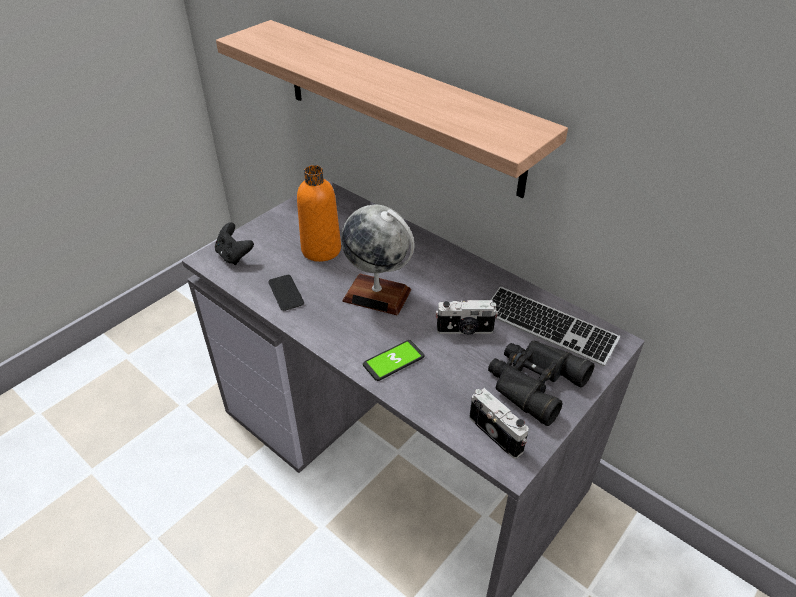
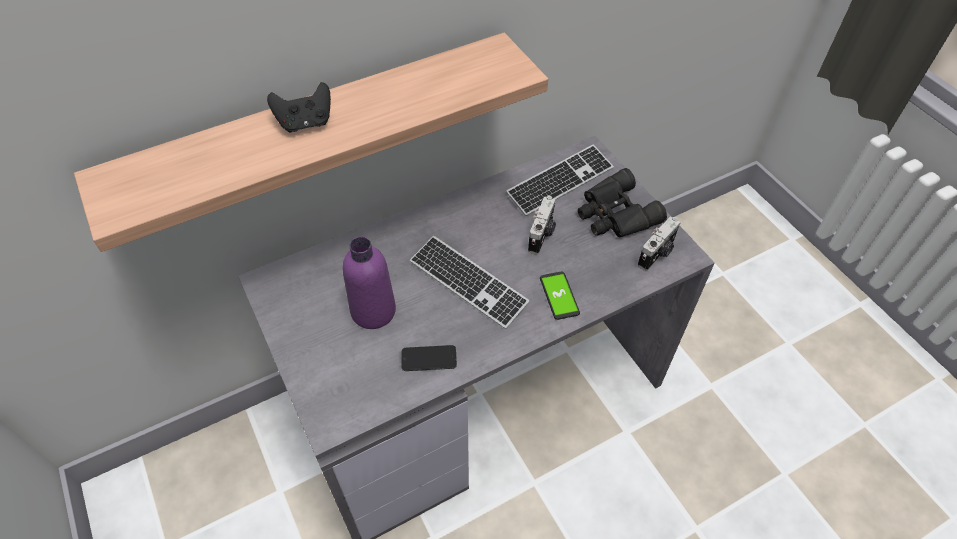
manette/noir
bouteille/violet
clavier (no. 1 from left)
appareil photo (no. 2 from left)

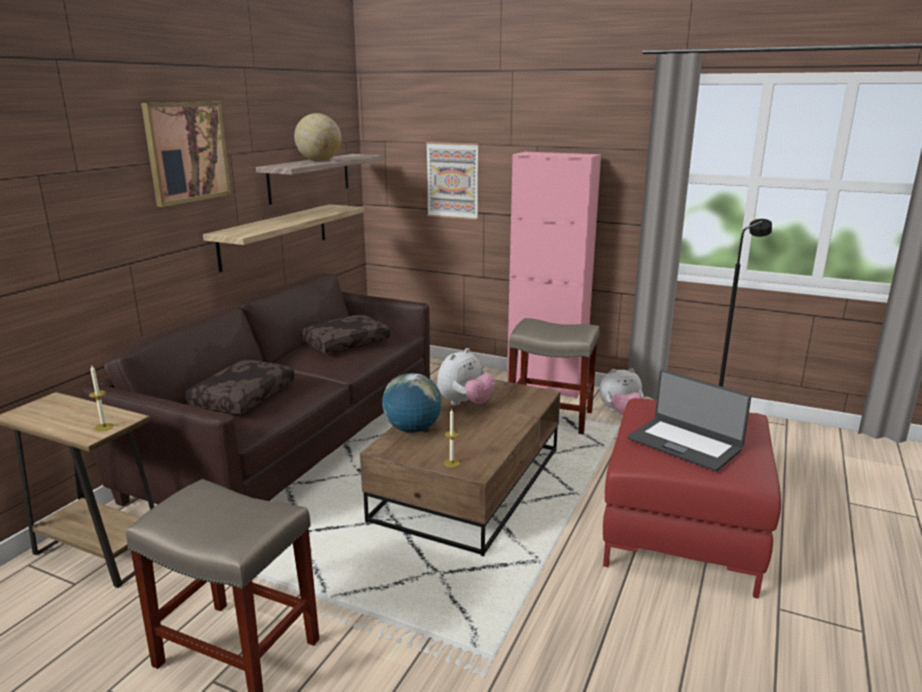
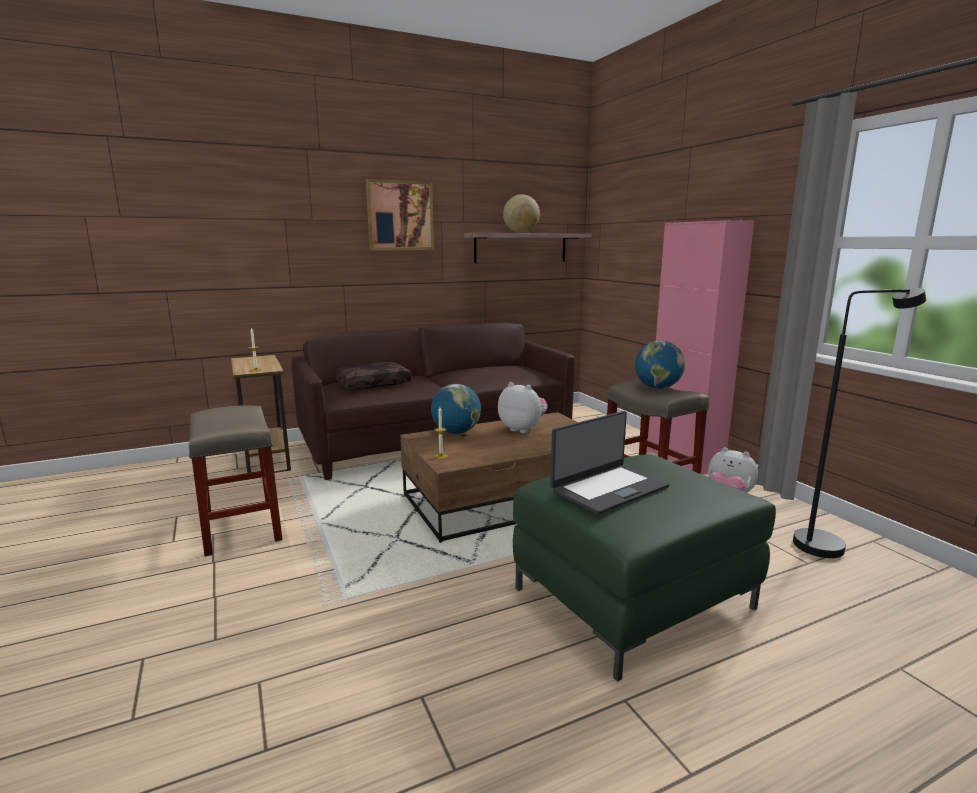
étagère (no. 1 from left in the first image)
coussin/marron (no. 2 from left in the first image)
tableau (no. 2 from left in the first image)
peluche (no. 1 from left)
pouf/vert
ordinateur portable
globe (no. 3 from left)

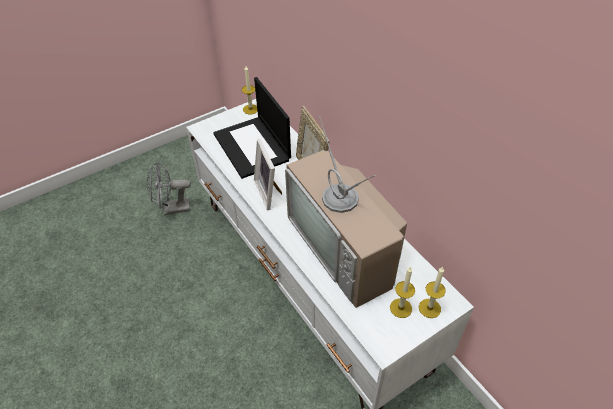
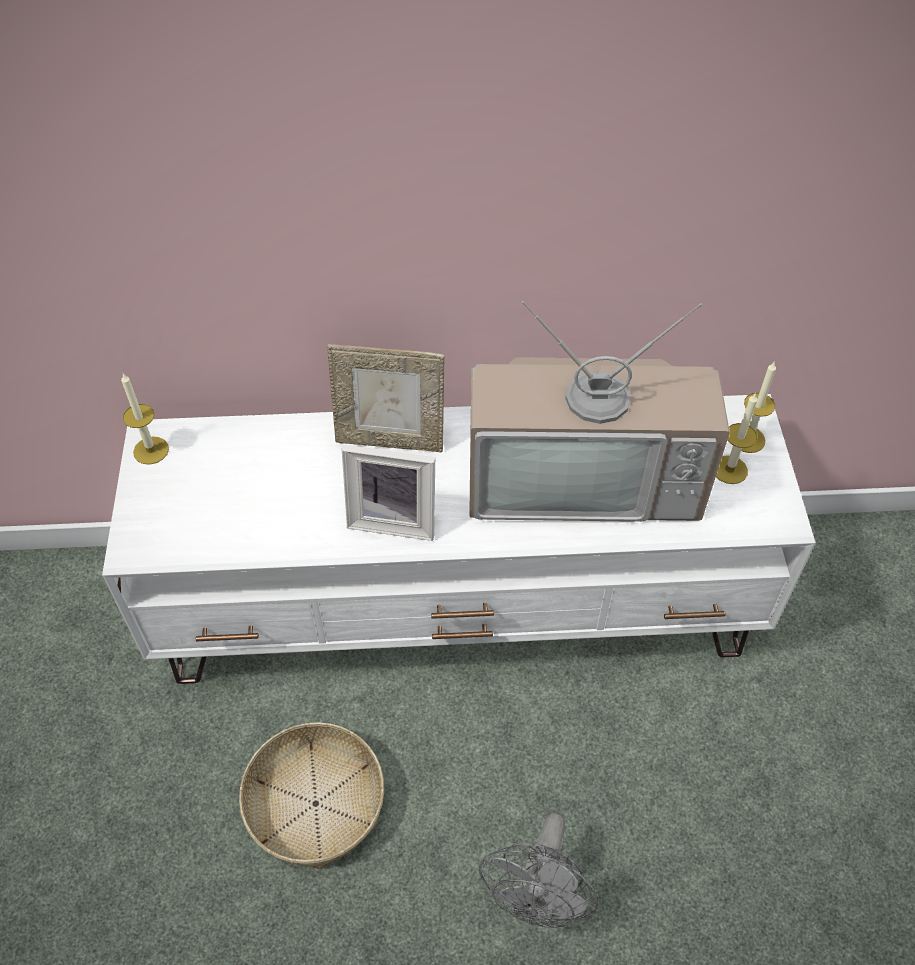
ventilateur/gris
ordinateur portable
panier

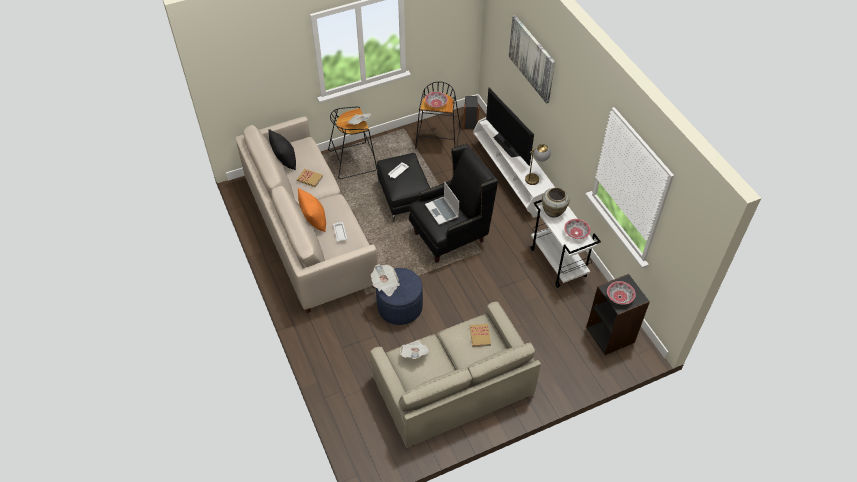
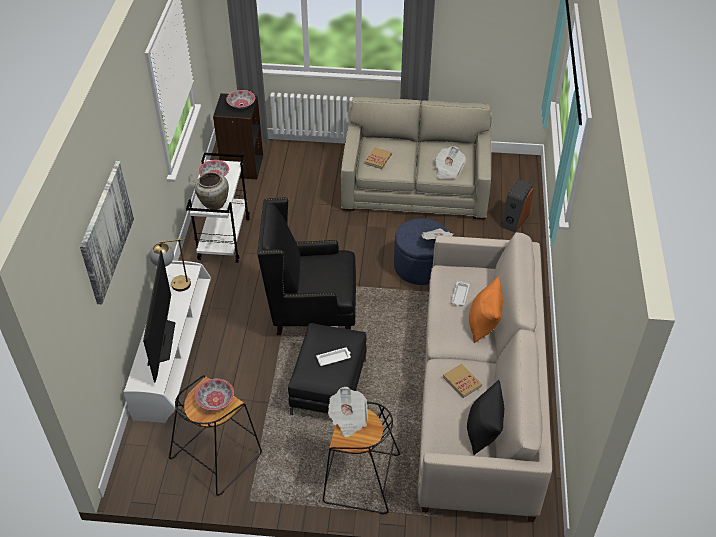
ordinateur portable
enceinte

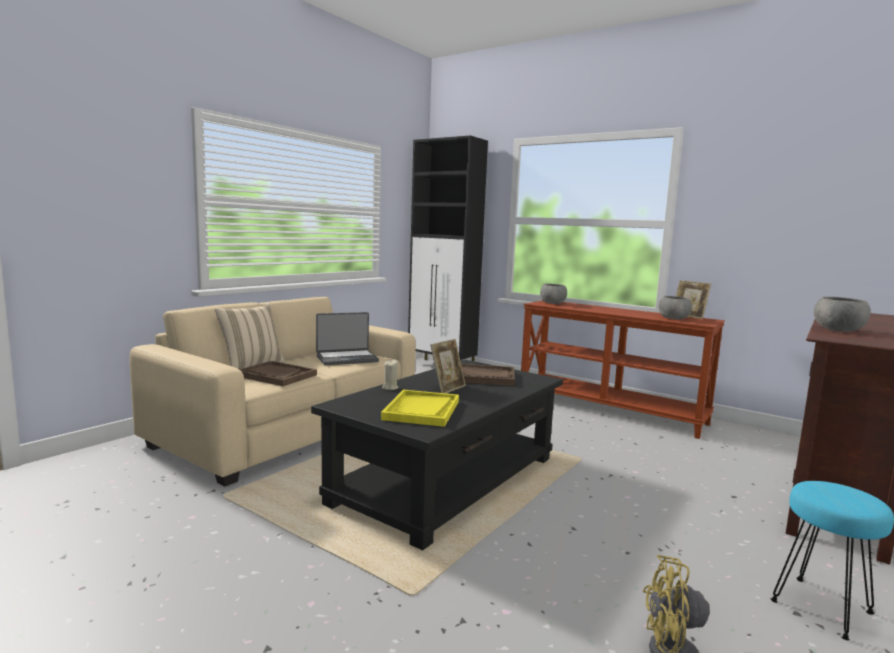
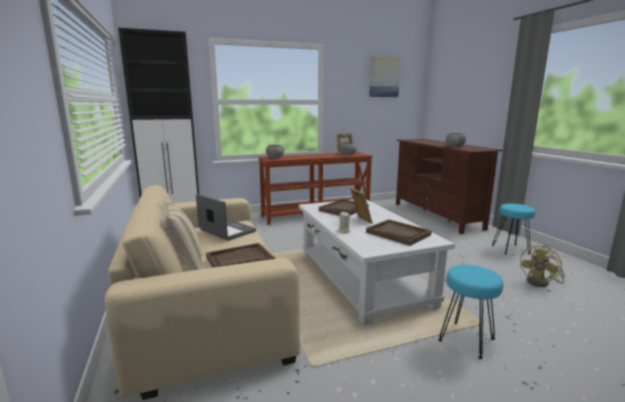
table basse/blanc
ordinateur portable
plateau/marron (no. 3 from left)
tableau
tabouret/turquoise (no. 1 from left)

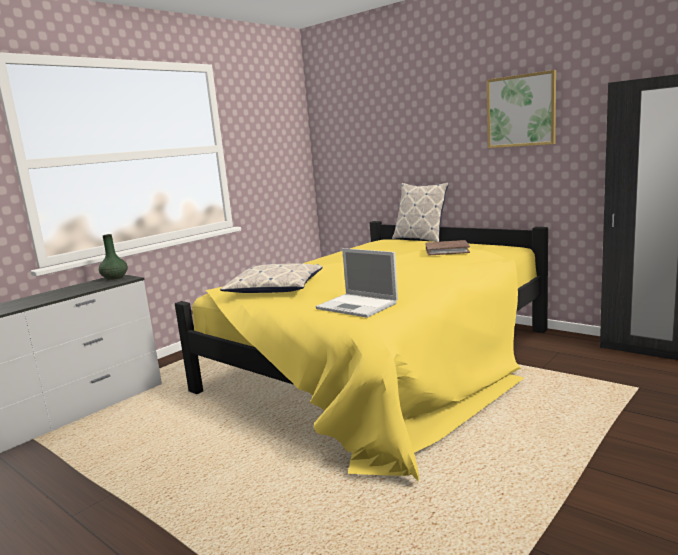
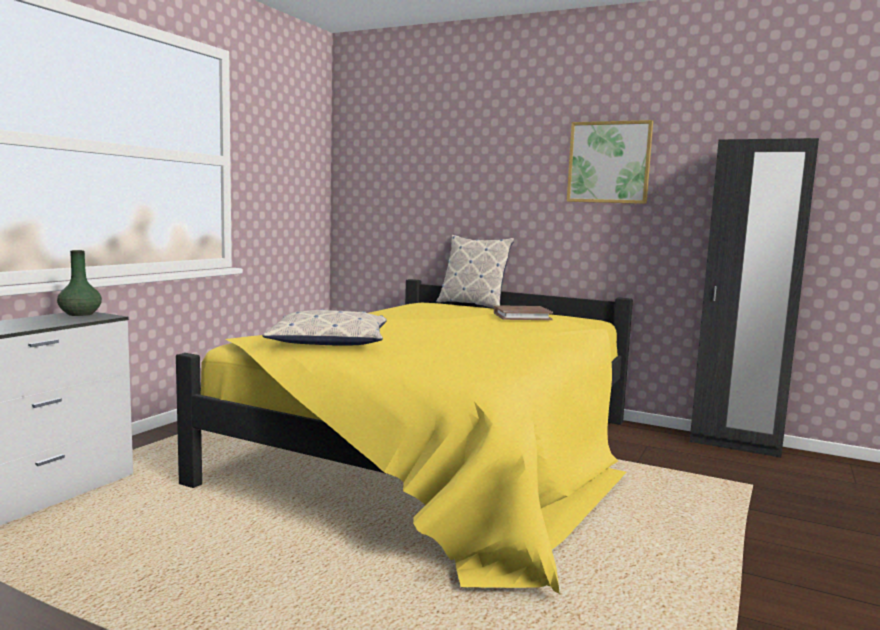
ordinateur portable

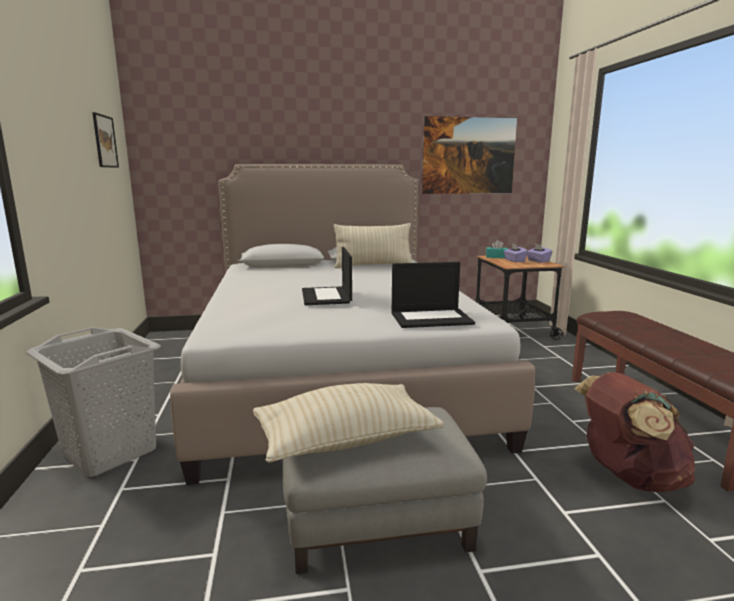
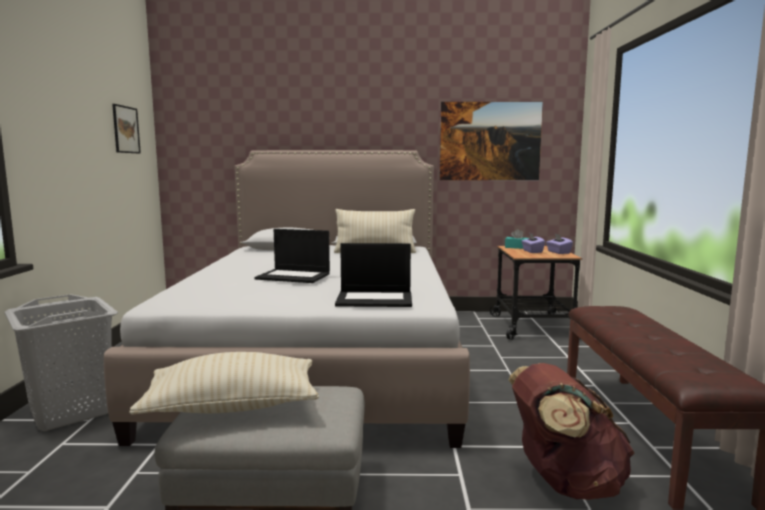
ordinateur portable (no. 1 from left)

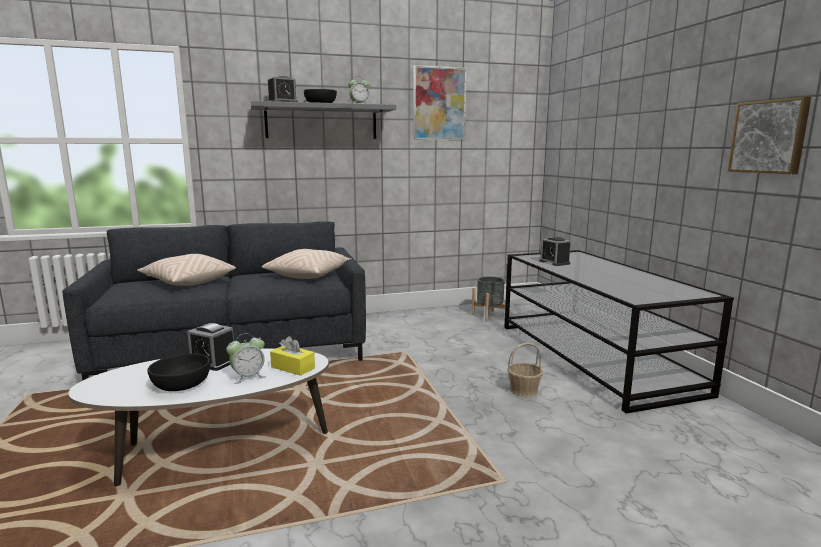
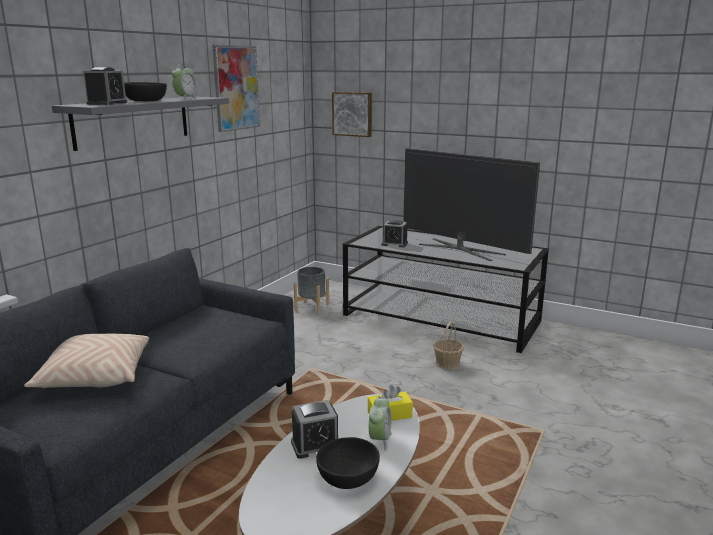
coussin/beige (no. 2 from left in the first image)
tableau (no. 2 from left)
téléviseur

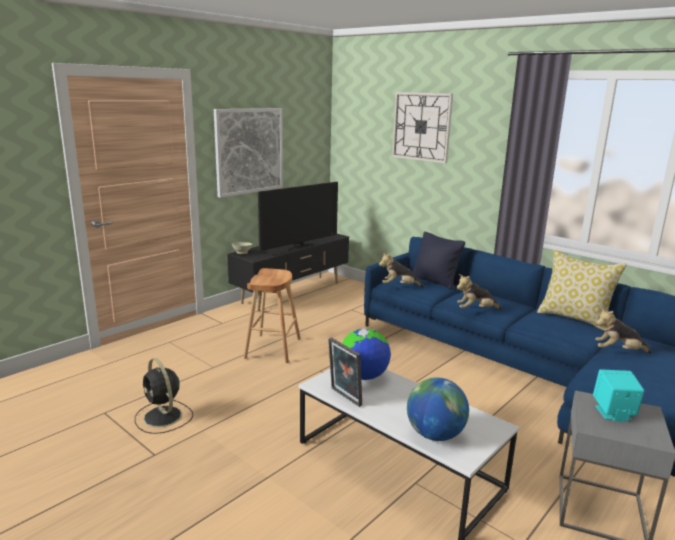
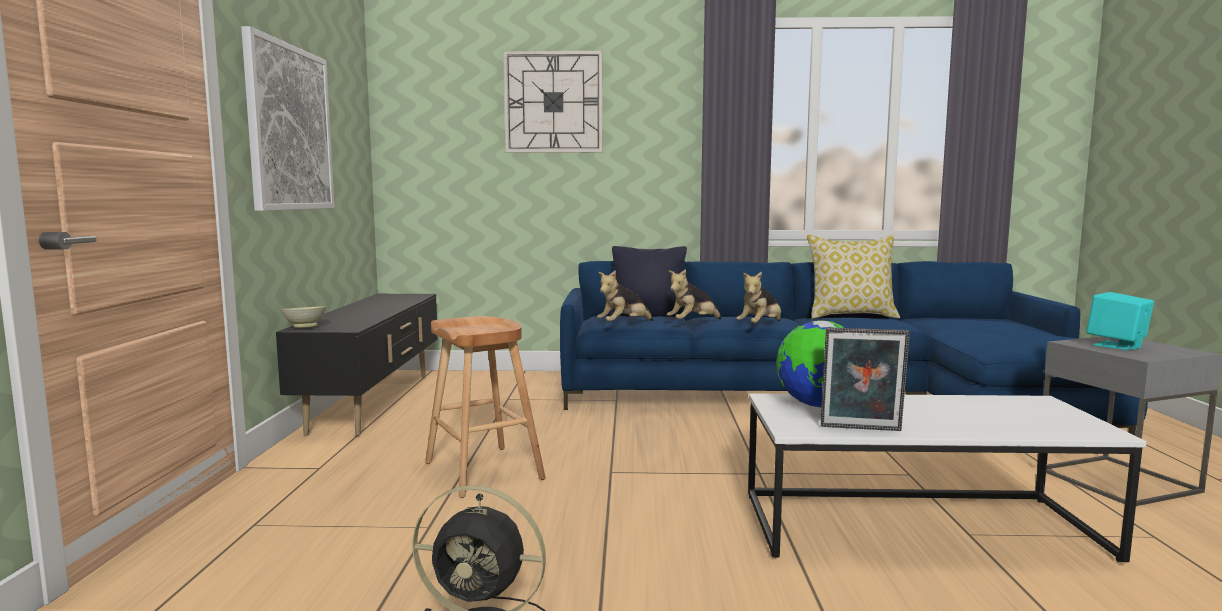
téléviseur
globe (no. 2 from left in the first image)
peluche (no. 2 from left)

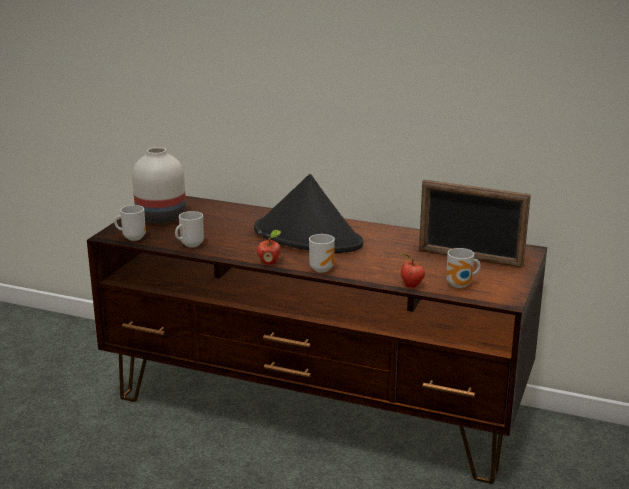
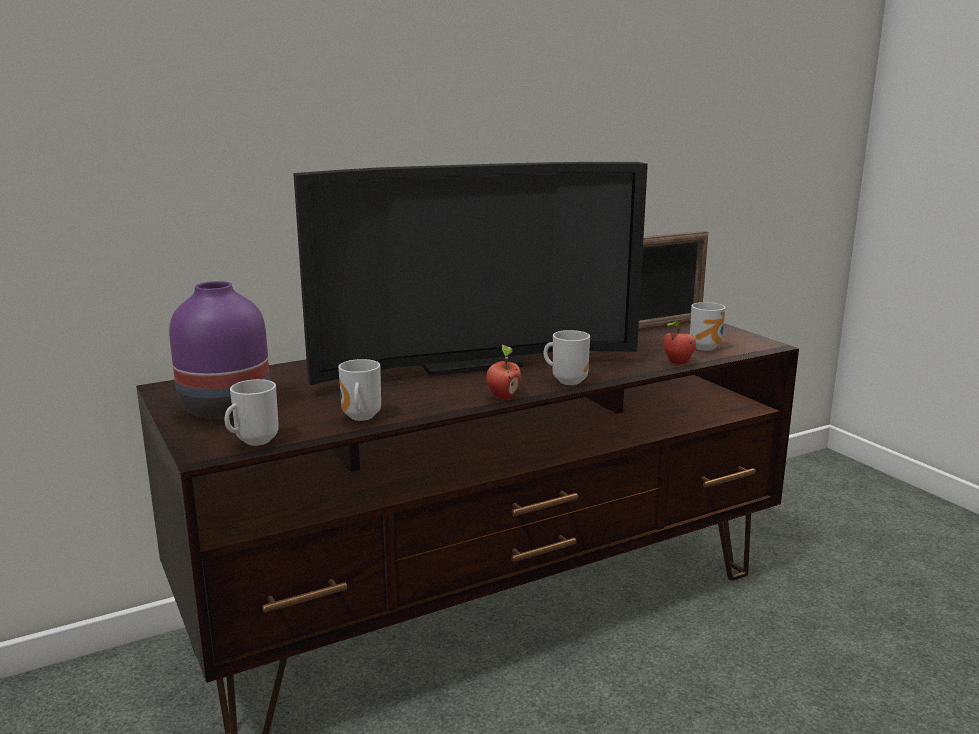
vase/violet
téléviseur

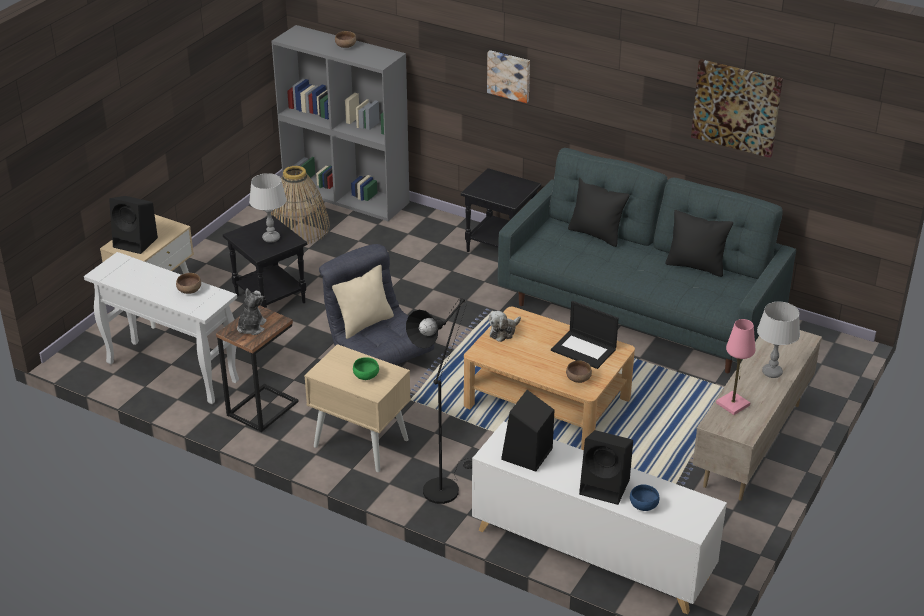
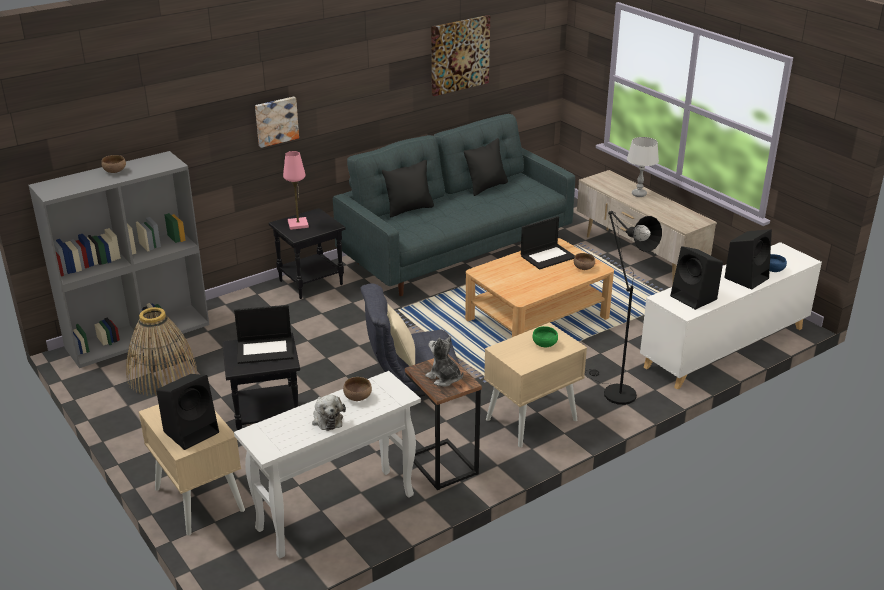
ordinateur portable (no. 1 from left)
peluche (no. 1 from left)
lampe de table/rose

